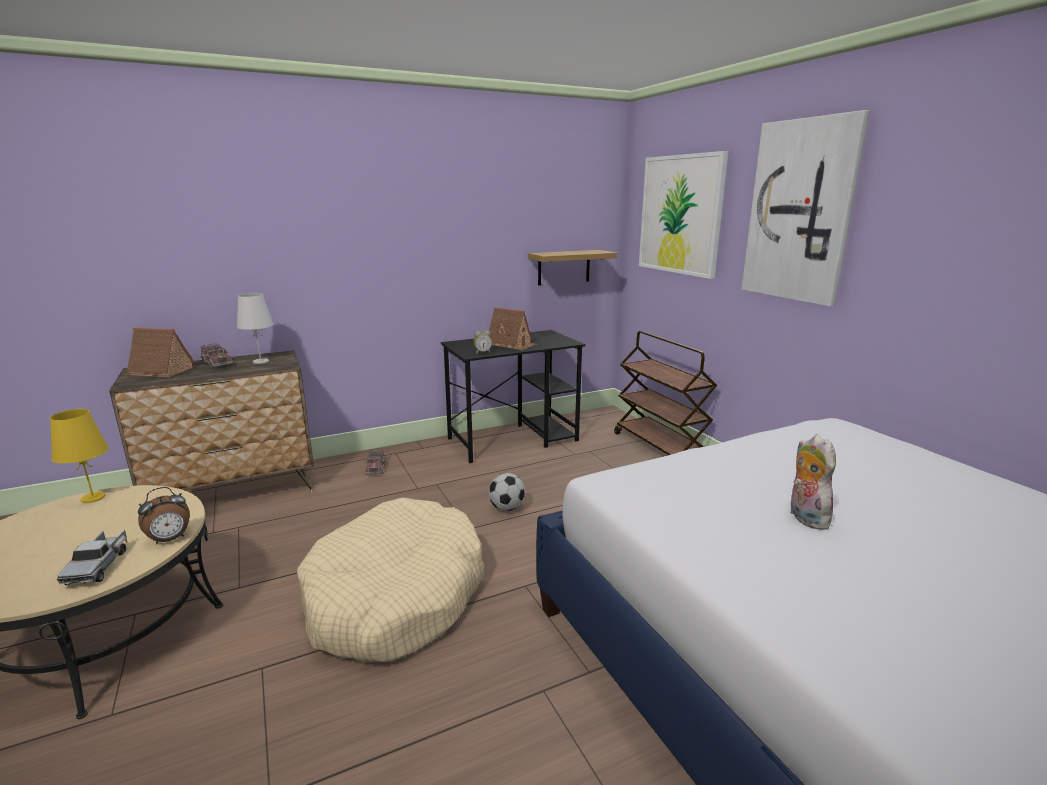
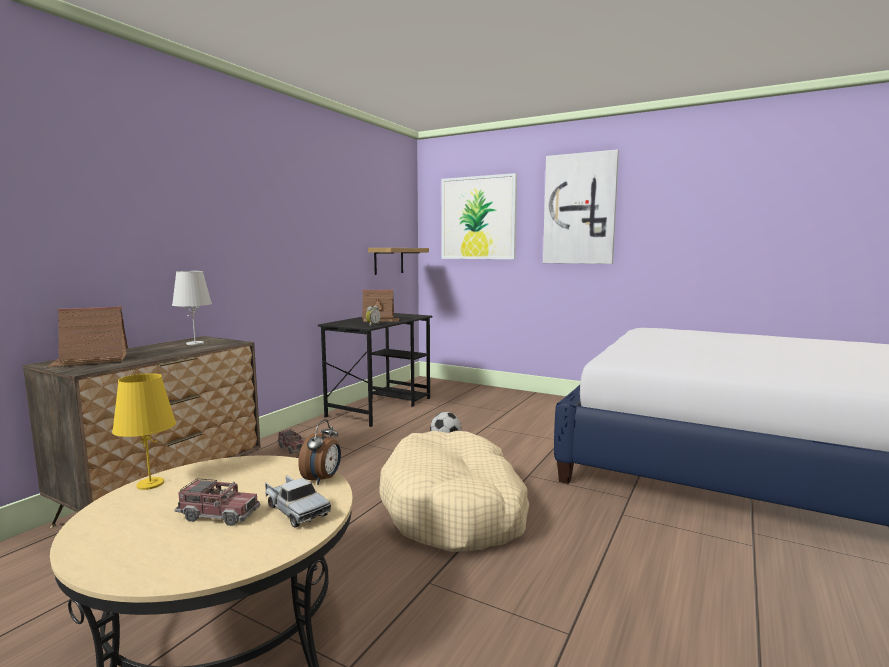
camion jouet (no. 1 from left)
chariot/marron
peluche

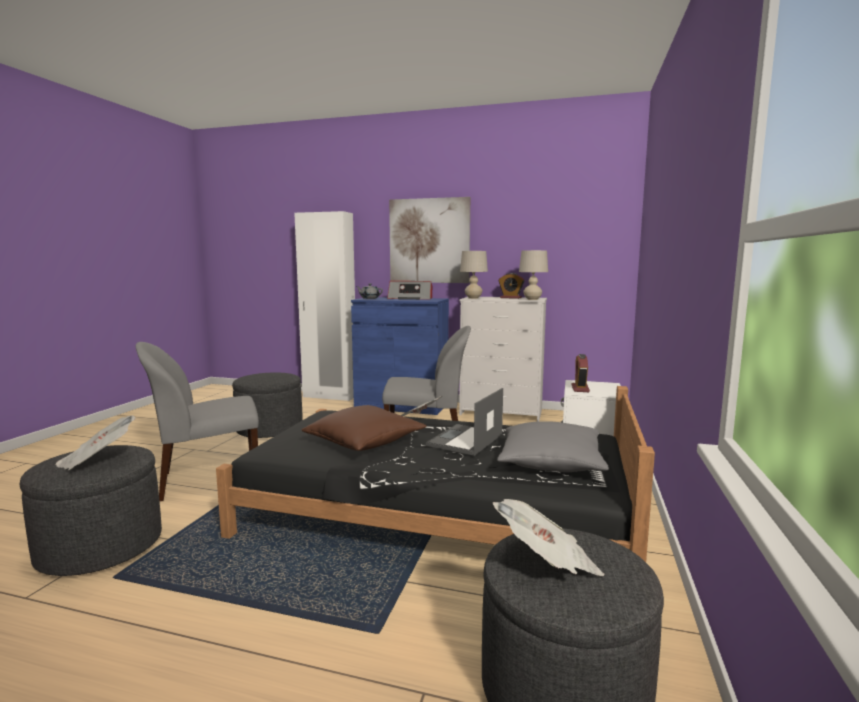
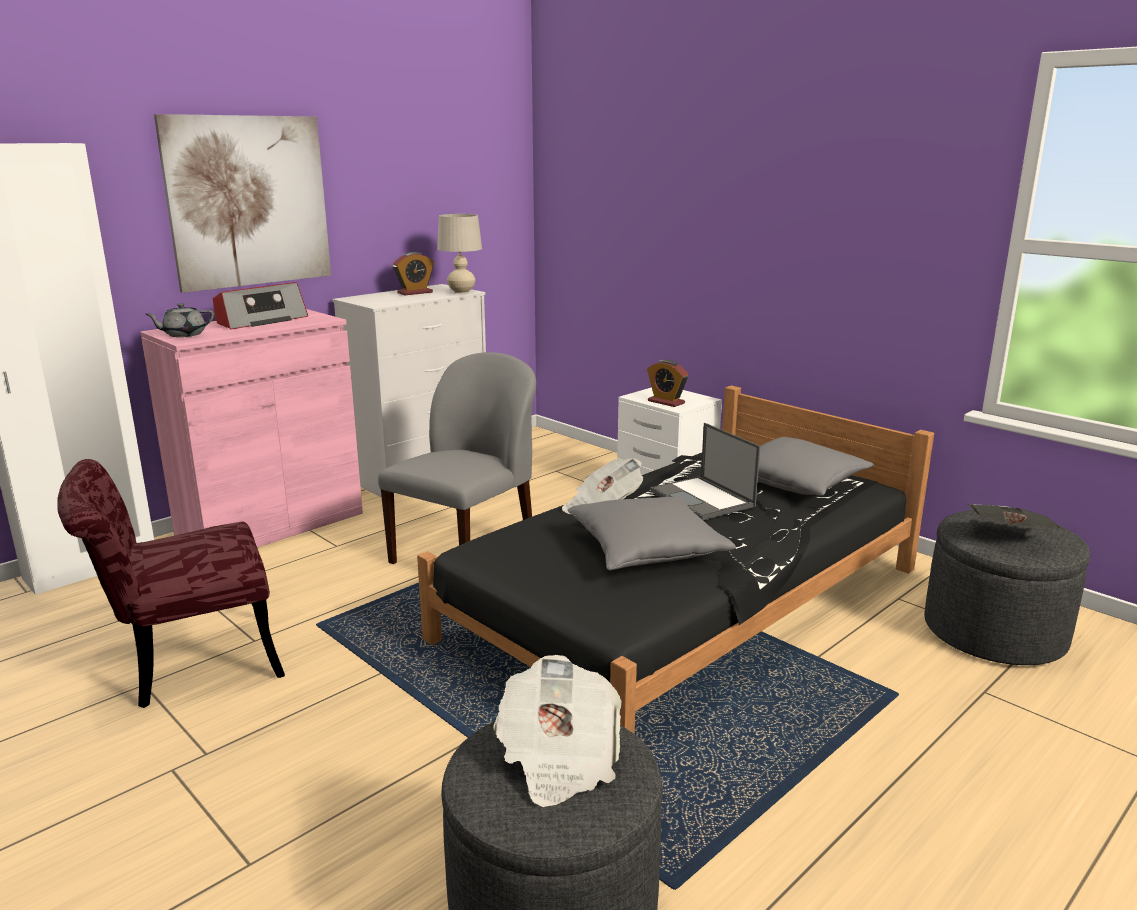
chaise/gris (no. 1 from left in the first image)
chaise/rouge
coussin/gris (no. 1 from left)
meuble de rangement/rose
lampe de table/beige (no. 1 from left in the first image)

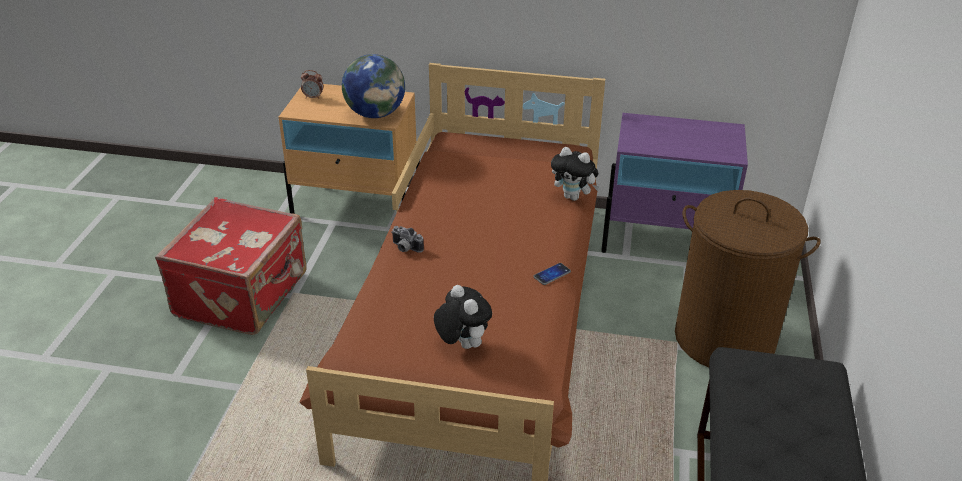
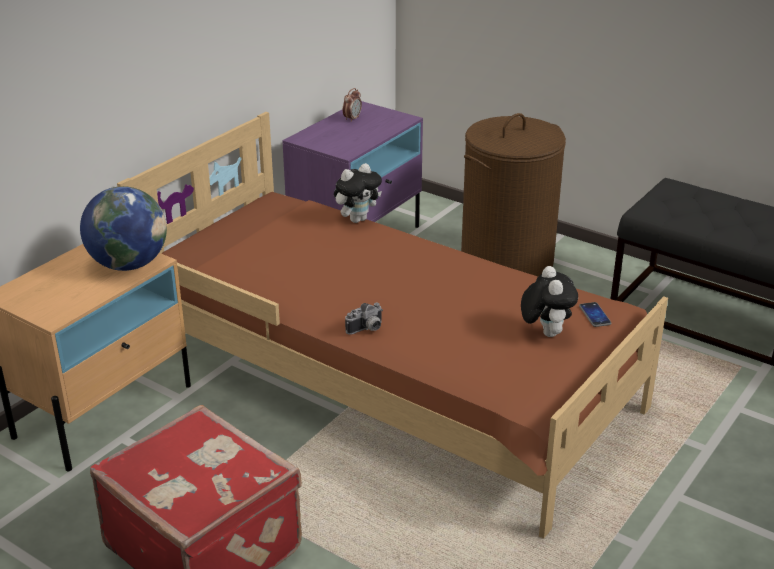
réveil
peluche (no. 2 from left)
téléphone

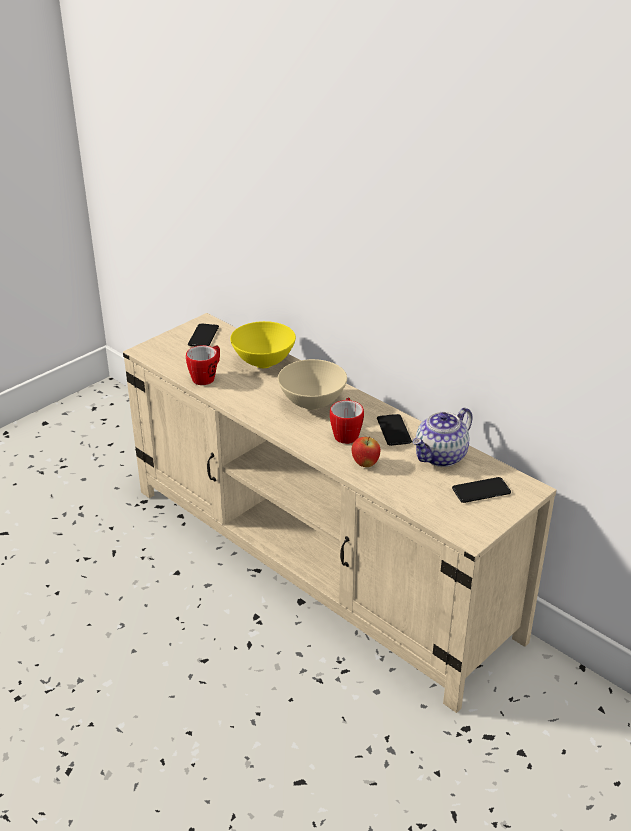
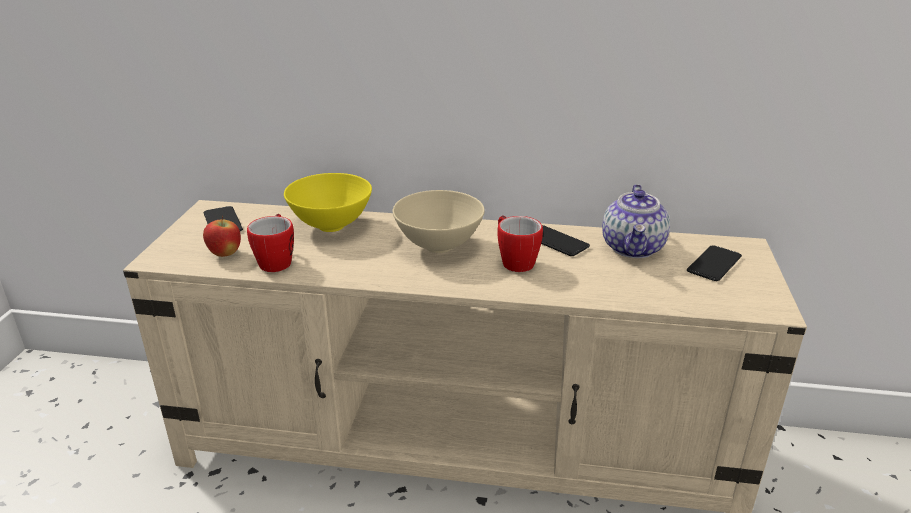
pomme

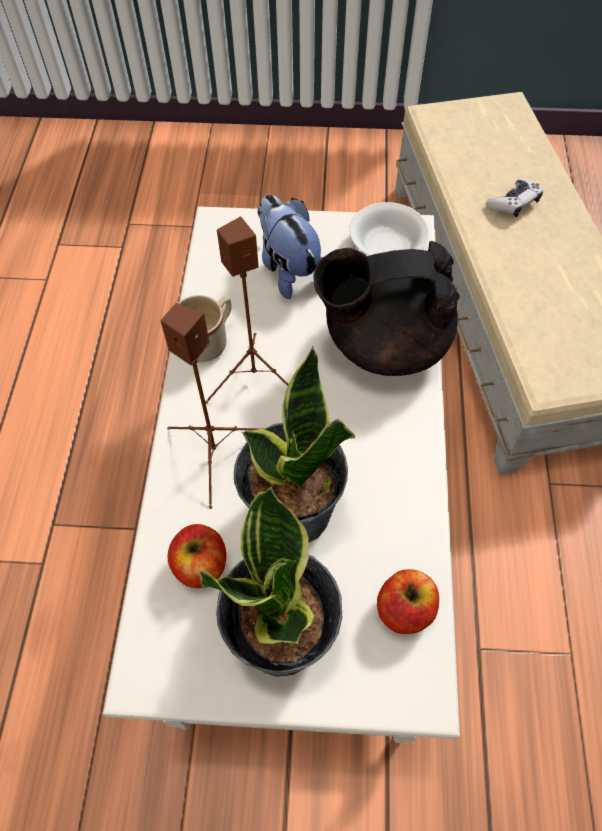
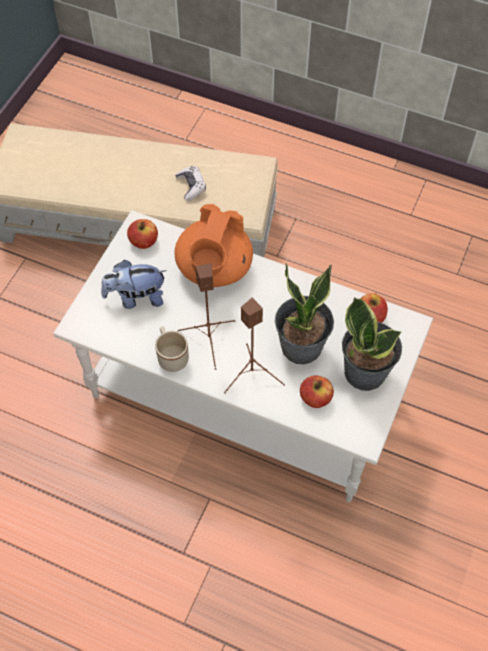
théière/orange
pomme (no. 1 from left)
manette

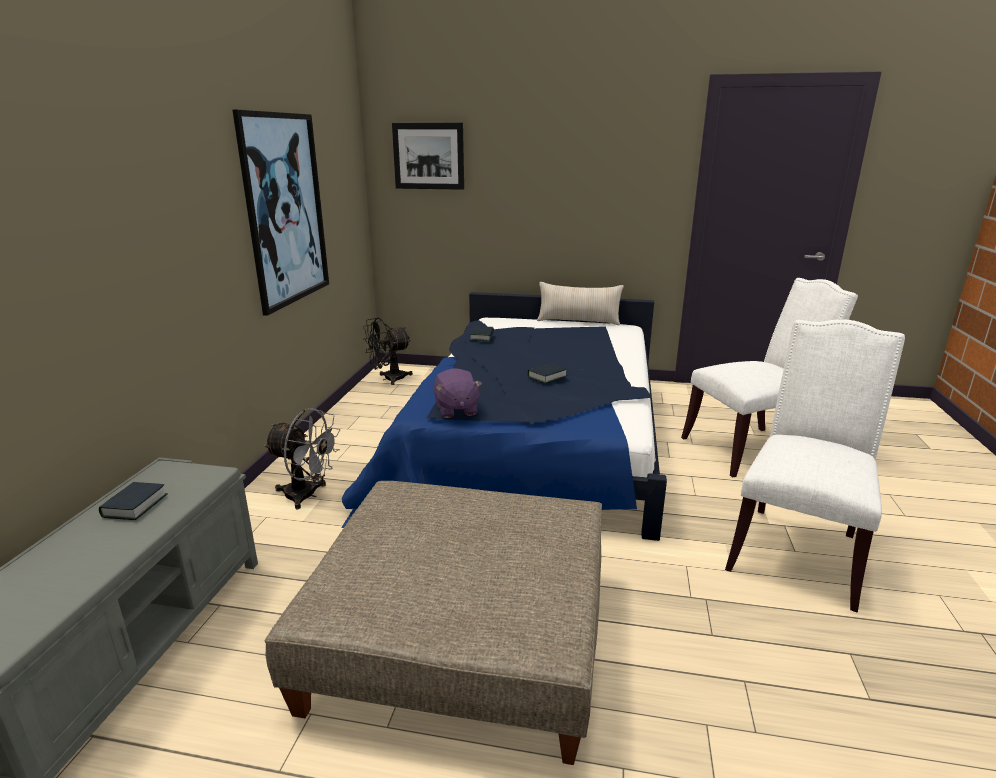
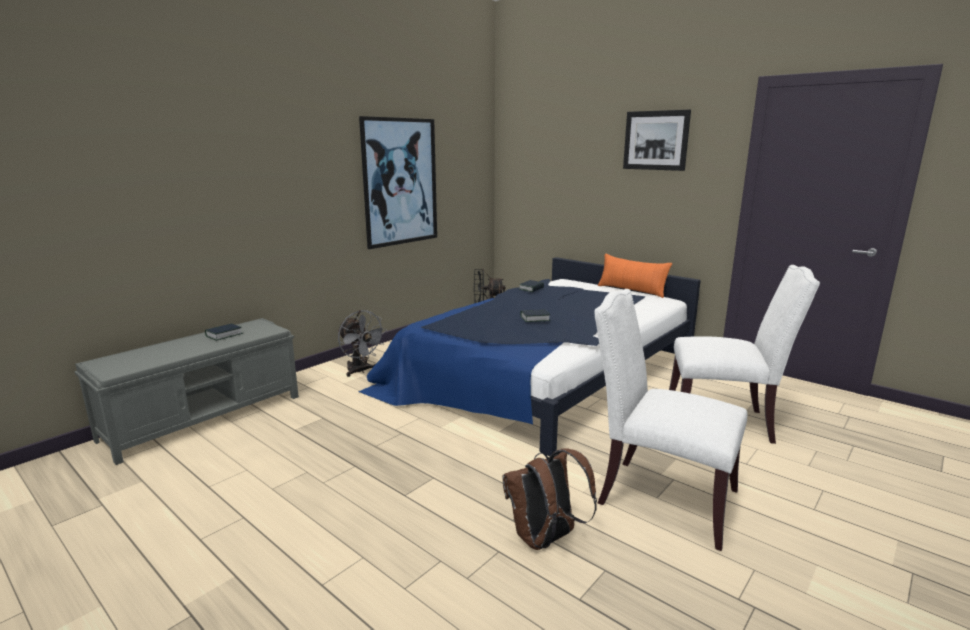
pouf/beige
tableau (no. 2 from left)
peluche/violet
coussin/orange
chaise/blanc (no. 1 from left)
sac à dos/marron

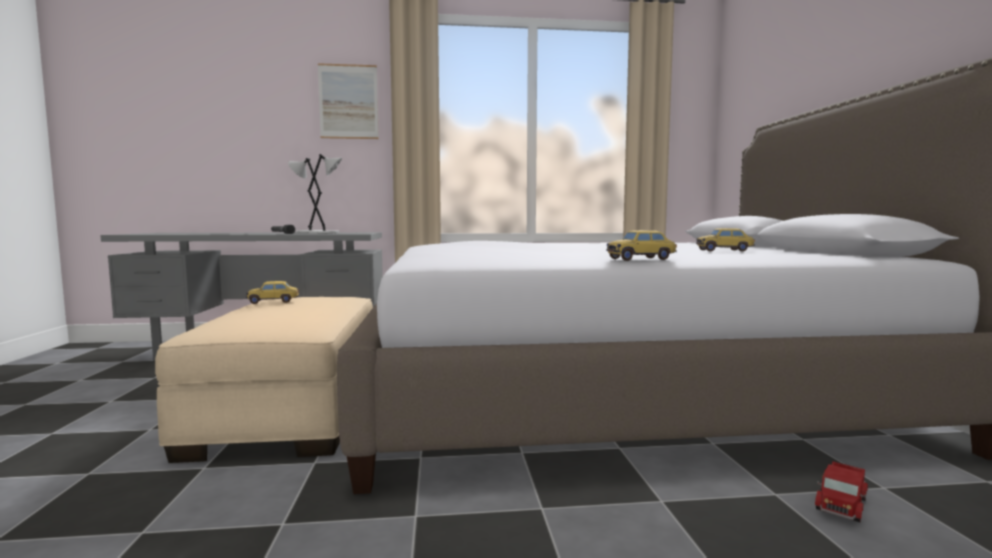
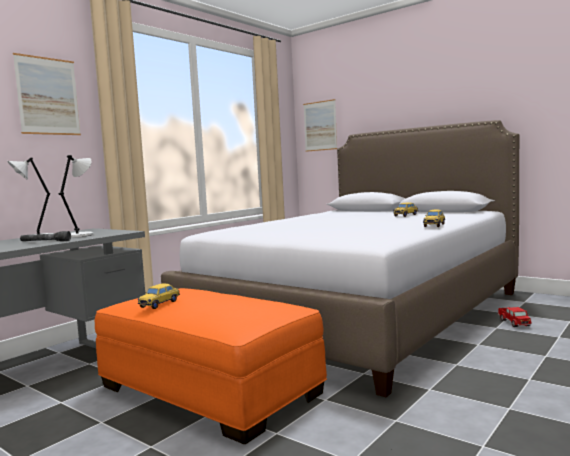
pouf/orange
tableau (no. 2 from left)

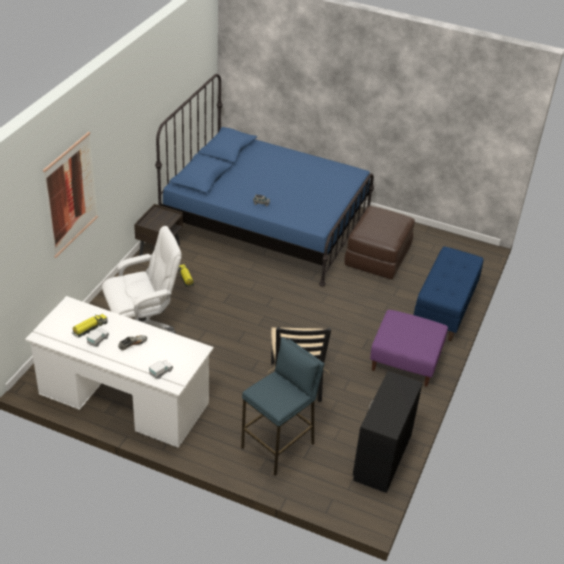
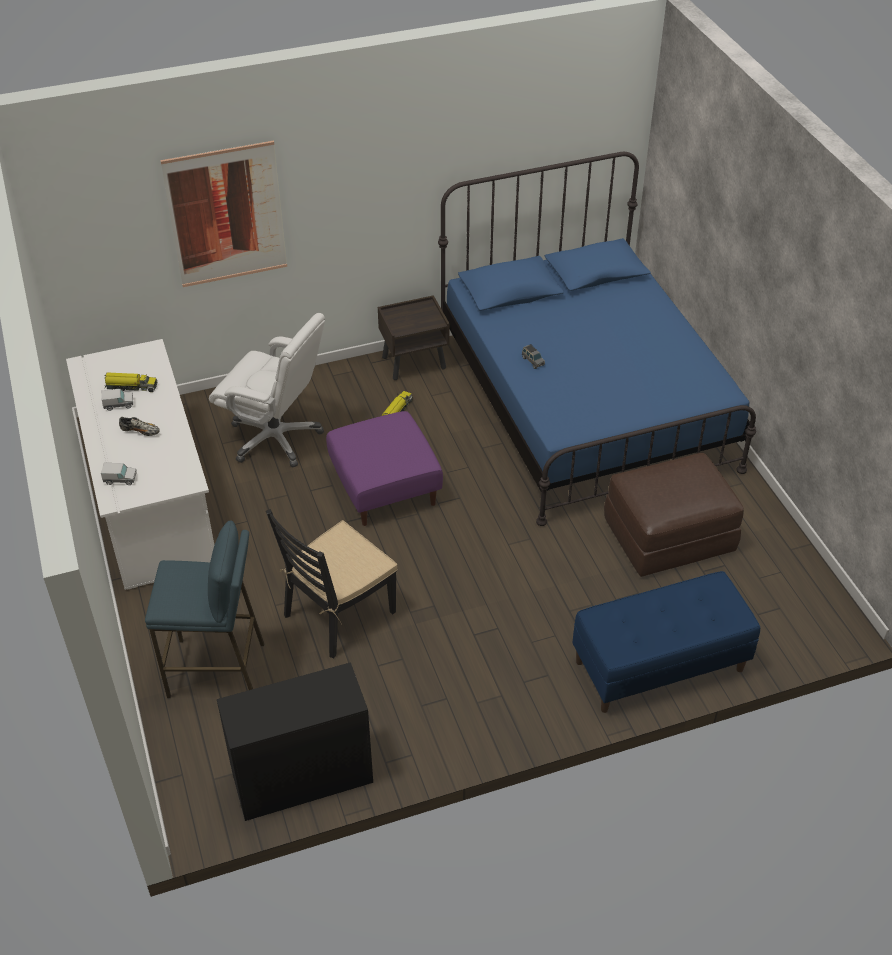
pouf/violet

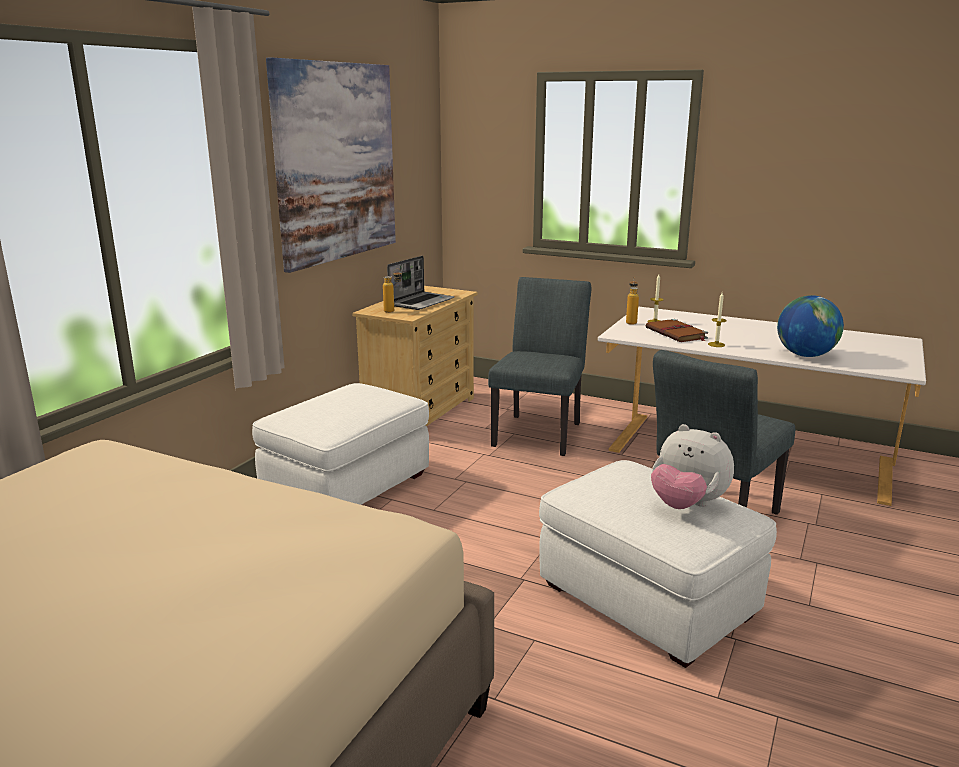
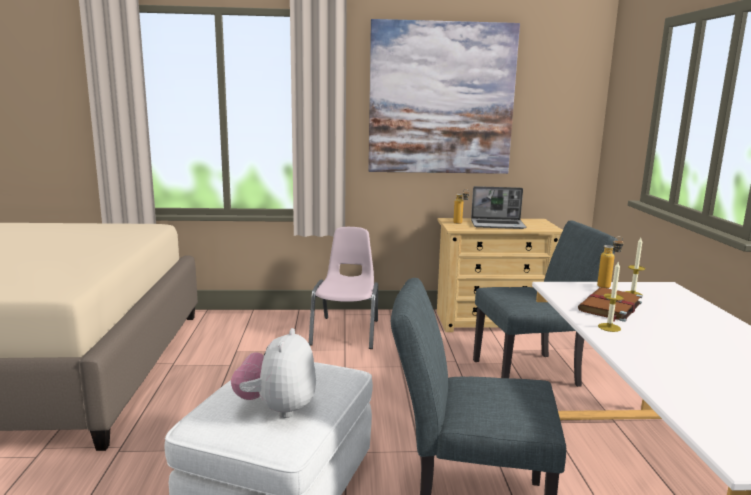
chaise/rose
globe

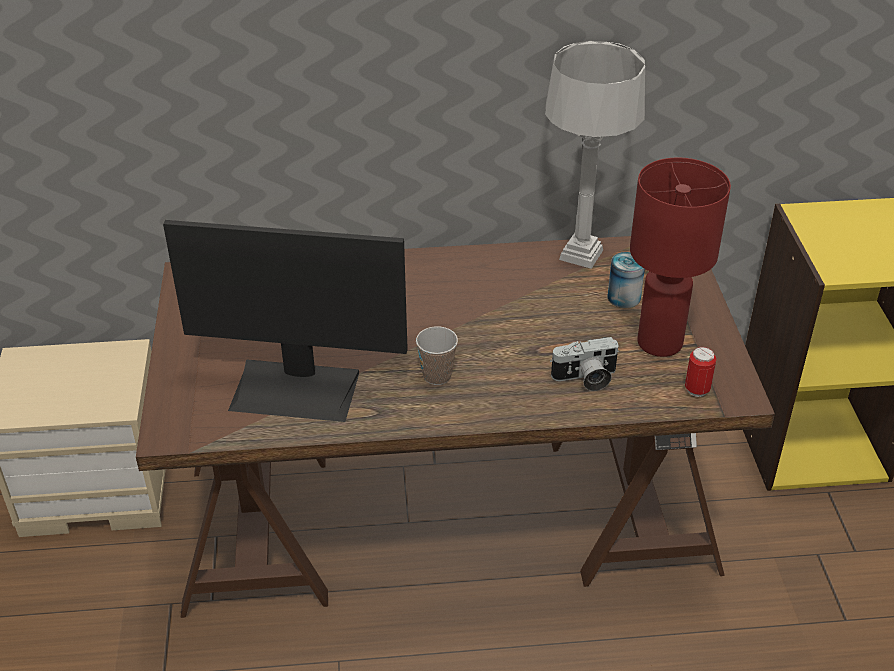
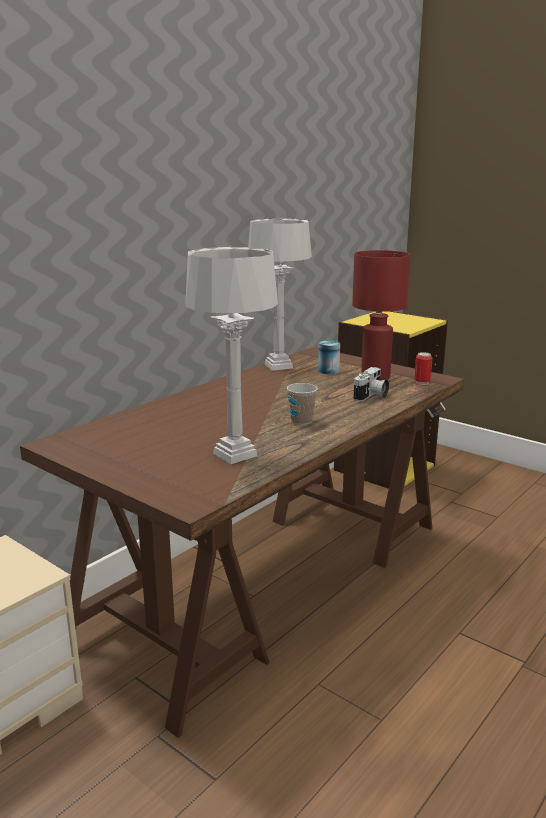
lampe de table/gris (no. 1 from left)

